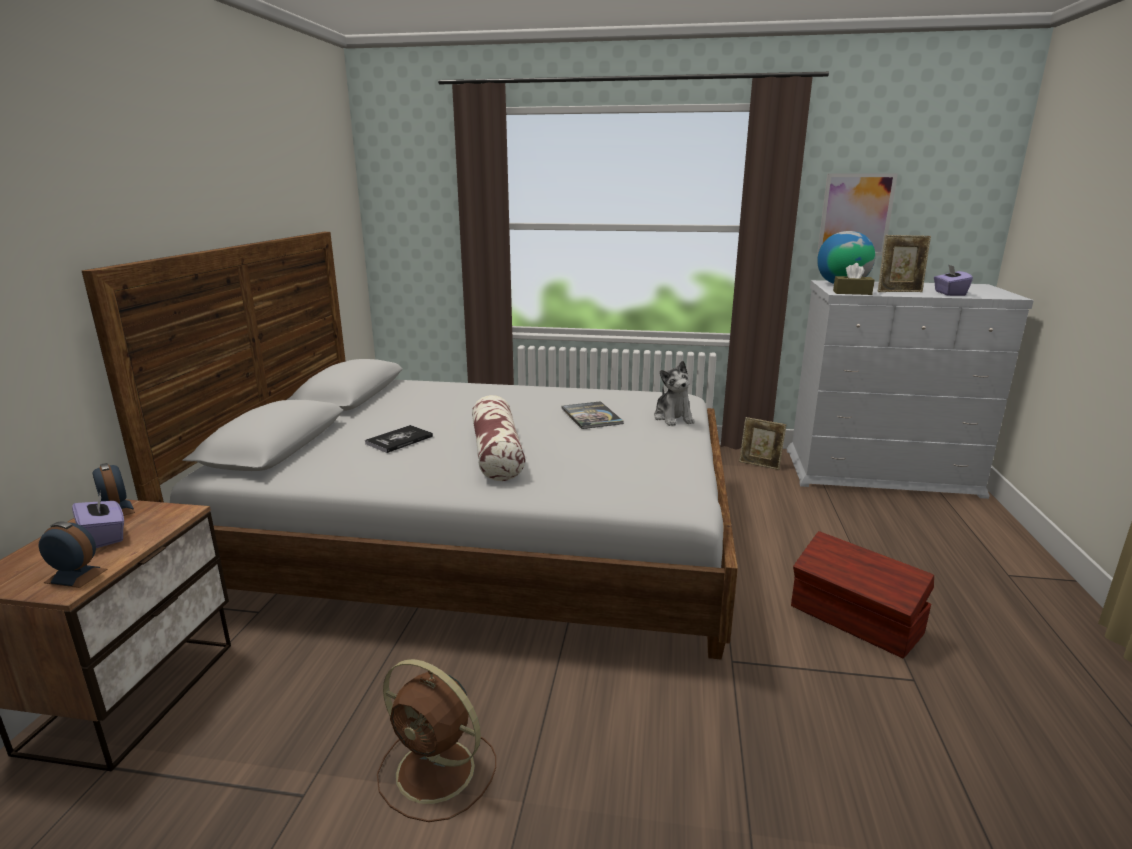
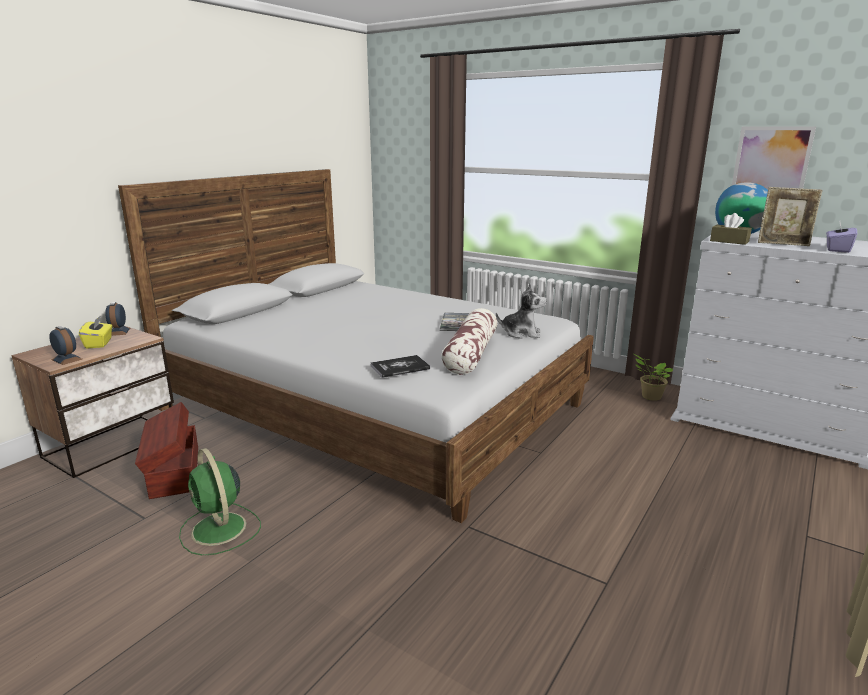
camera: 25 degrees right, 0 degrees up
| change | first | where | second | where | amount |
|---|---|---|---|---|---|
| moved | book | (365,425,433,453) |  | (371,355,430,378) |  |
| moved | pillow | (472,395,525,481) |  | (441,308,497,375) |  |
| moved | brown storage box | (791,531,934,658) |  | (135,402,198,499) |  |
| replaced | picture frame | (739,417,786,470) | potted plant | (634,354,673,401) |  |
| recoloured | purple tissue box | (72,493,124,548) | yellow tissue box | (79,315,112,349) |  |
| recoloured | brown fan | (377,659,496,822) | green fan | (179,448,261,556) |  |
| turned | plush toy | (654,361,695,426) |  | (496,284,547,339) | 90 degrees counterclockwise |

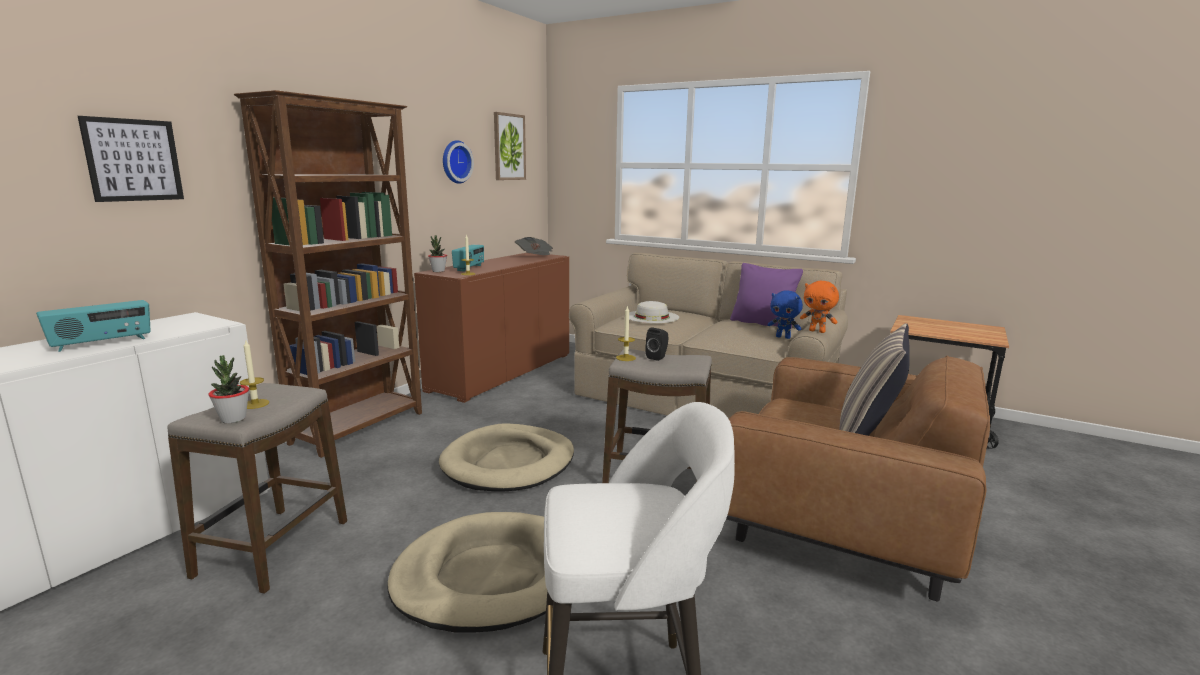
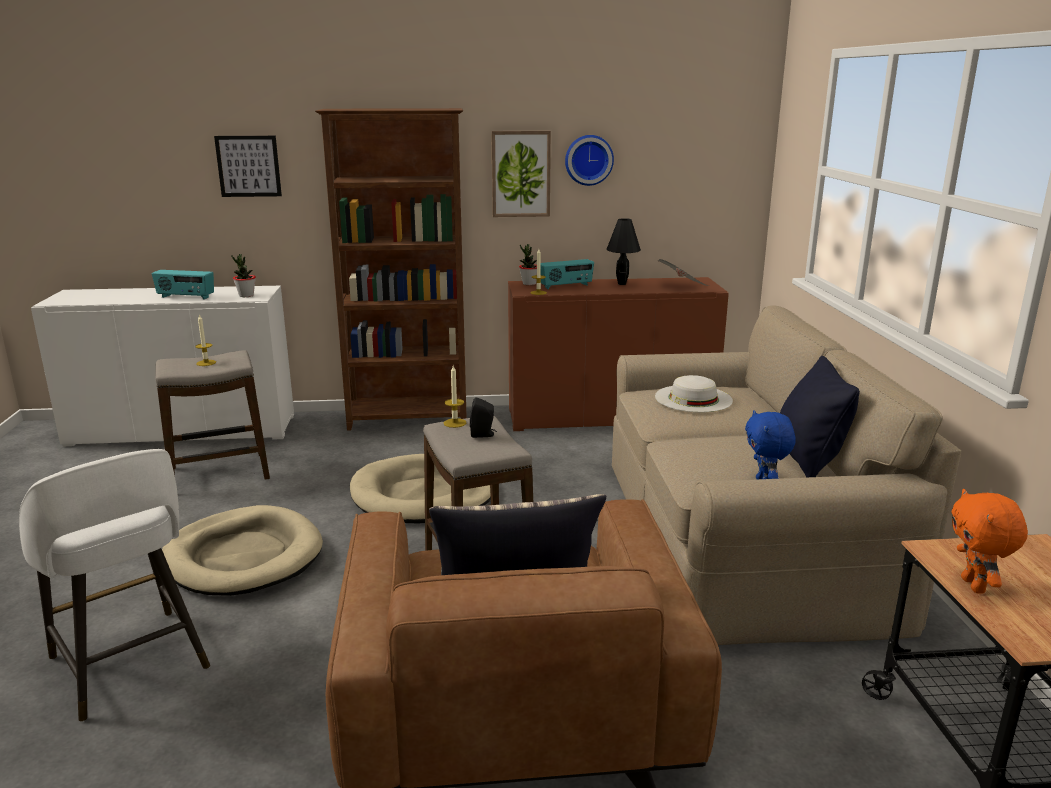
camera: 55 degrees right, 5 degrees up
| change | first | where | second | where | amount |
|---|---|---|---|---|---|
| added |  |  | black table lamp | (606,218,641,285) |  |
| moved | potted plant | (208,355,249,423) |  | (231,254,256,297) |  |
| moved | picture | (494,112,526,180) |  | (491,131,551,217) |  |
| moved | orange plush toy | (800,281,839,333) |  | (951,489,1028,594) |  |
| recoloured | purple pillow | (730,263,803,329) | black pillow | (780,356,860,478) |  |

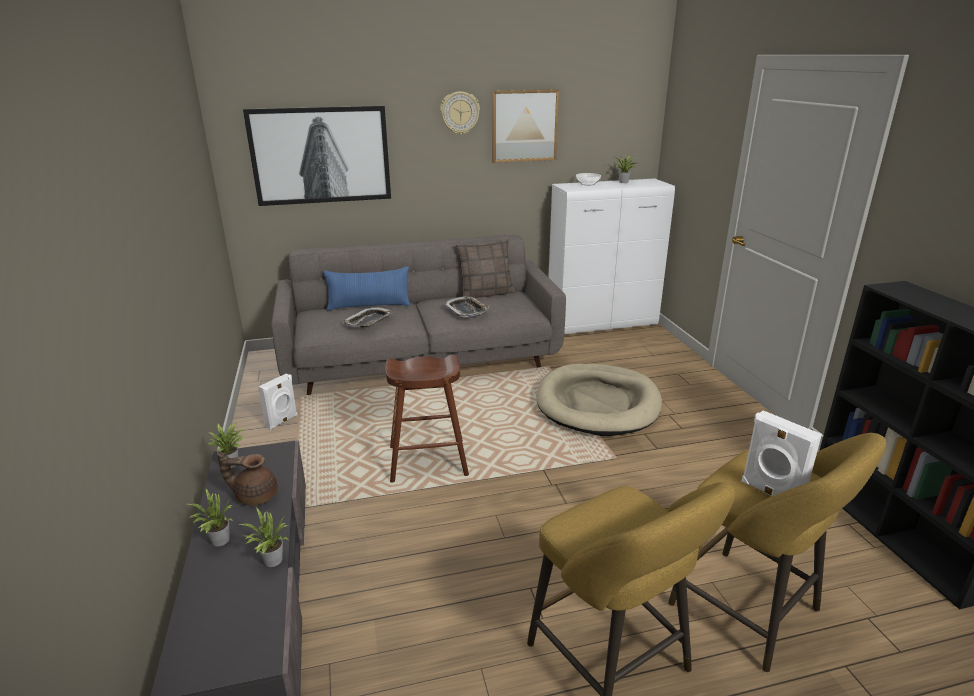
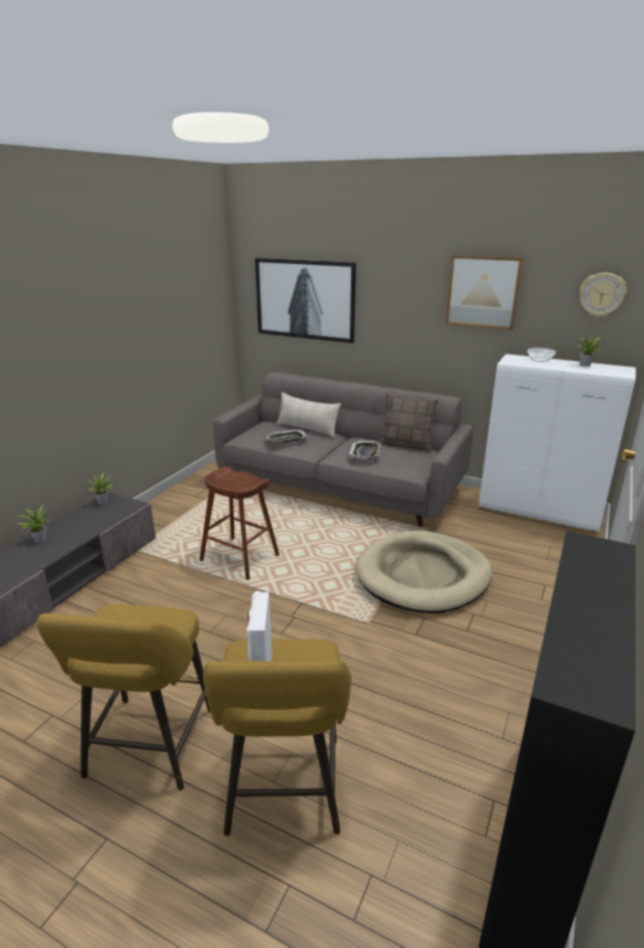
camera: 40 degrees right, 0 degrees up
| change | first | where | second | where | amount |
|---|---|---|---|---|---|
| removed | brown teapot | (217,451,278,506) |  |  |  |
| removed | potted plant | (239,507,288,567) |  |  |  |
| removed | white speaker | (258,374,298,430) |  |  |  |
| moved | wall clock | (440,91,480,135) |  | (580,273,627,317) |  |
| recoloured | blue pillow | (323,266,411,311) | beige pillow | (276,392,341,437) |  |

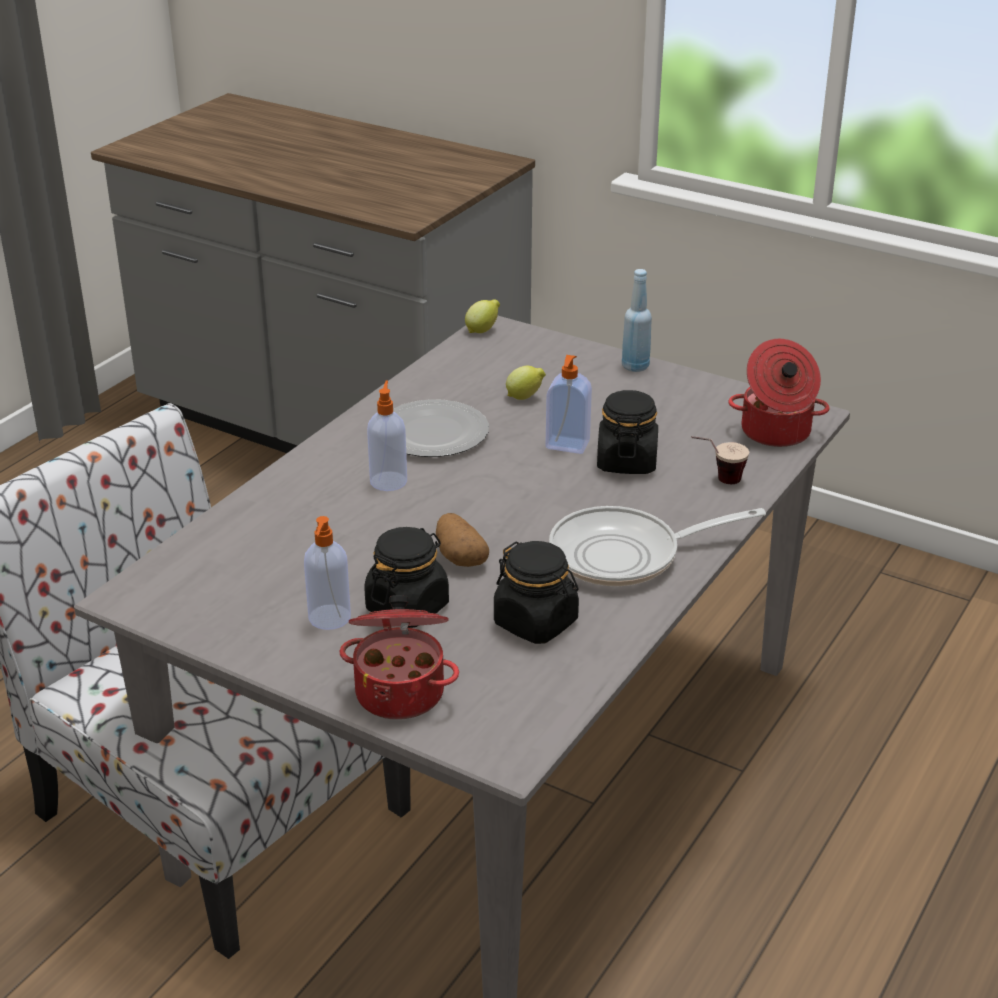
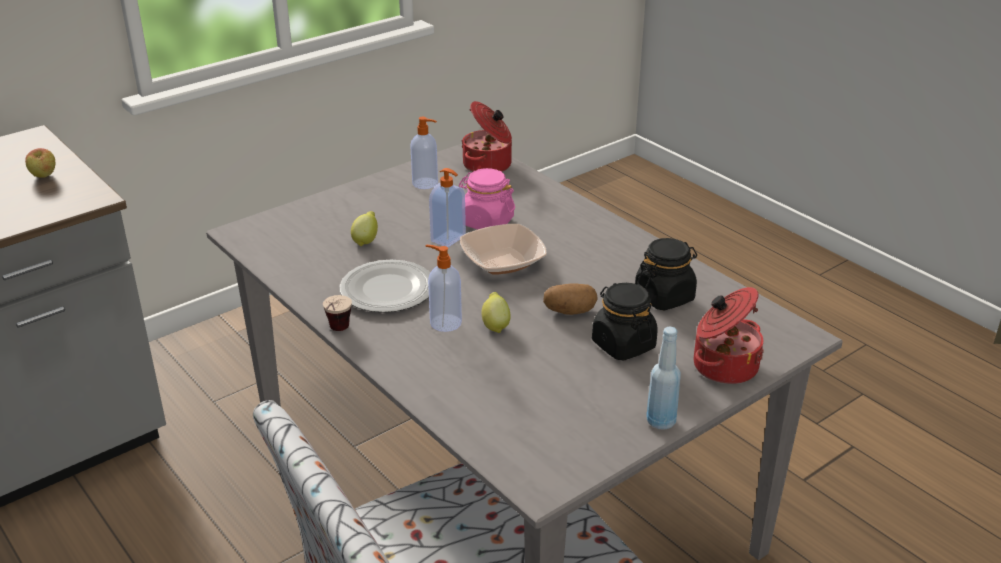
camera: 70 degrees left, 0 degrees up
| change | first | where | second | where | amount |
|---|---|---|---|---|---|
| removed | frying pan | (549,506,766,586) |  |  |  |
| added |  |  | apple | (25,148,55,178) |  |
| added |  |  | bowl | (460,224,547,275) |  |
| moved | soap dispenser | (304,516,351,630) |  | (410,117,438,189) |  |
| moved | lemon | (465,299,500,333) |  | (481,292,510,333) |  |
| moved | blue bottle | (622,269,652,372) |  | (646,327,681,430) |  |
| moved | cup | (691,436,749,484) |  | (323,295,352,331) |  |
| recoloured | black jar | (597,390,658,474) | pink jar | (459,168,515,230) |  |

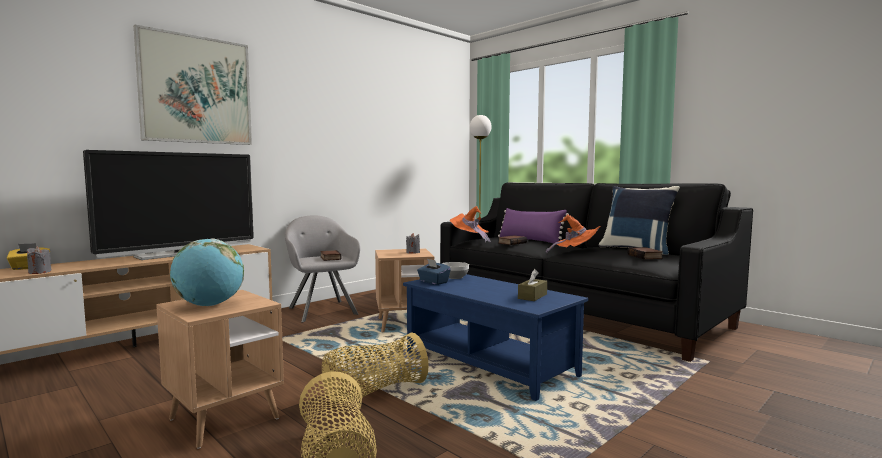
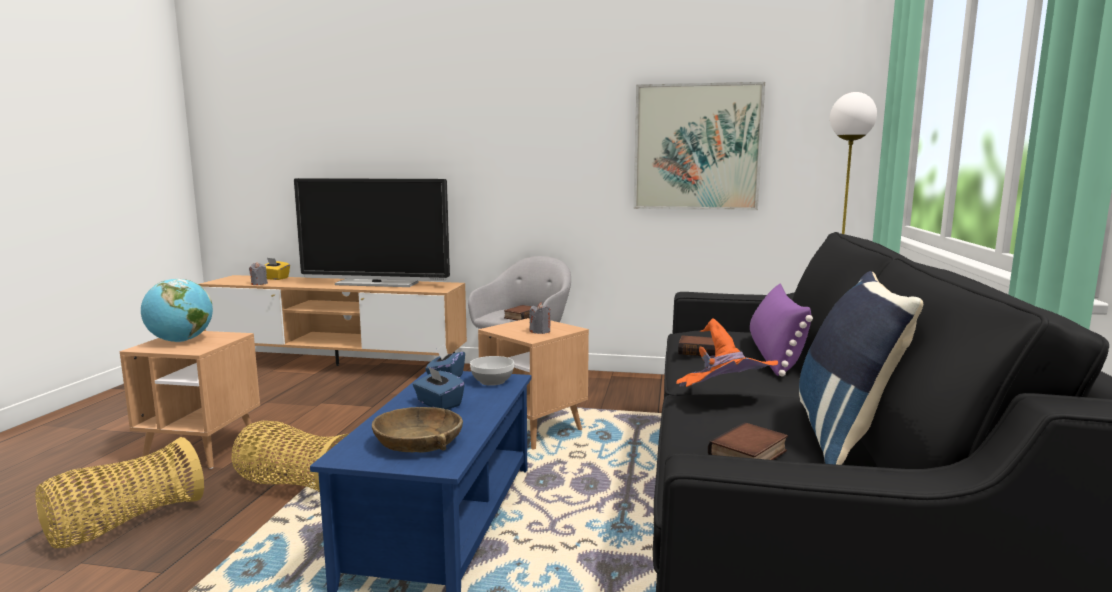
camera: 55 degrees right, 5 degrees up
| change | first | where | second | where | amount |
|---|---|---|---|---|---|
| removed | orange hat | (450,206,491,243) |  |  |  |
| added |  |  | blue tissue box | (413,367,465,410) |  |
| moved | picture | (134,25,252,145) |  | (634,82,765,210) |  |
| replaced | brown tissue box | (518,269,547,301) | brown bowl | (372,407,463,453) |  |

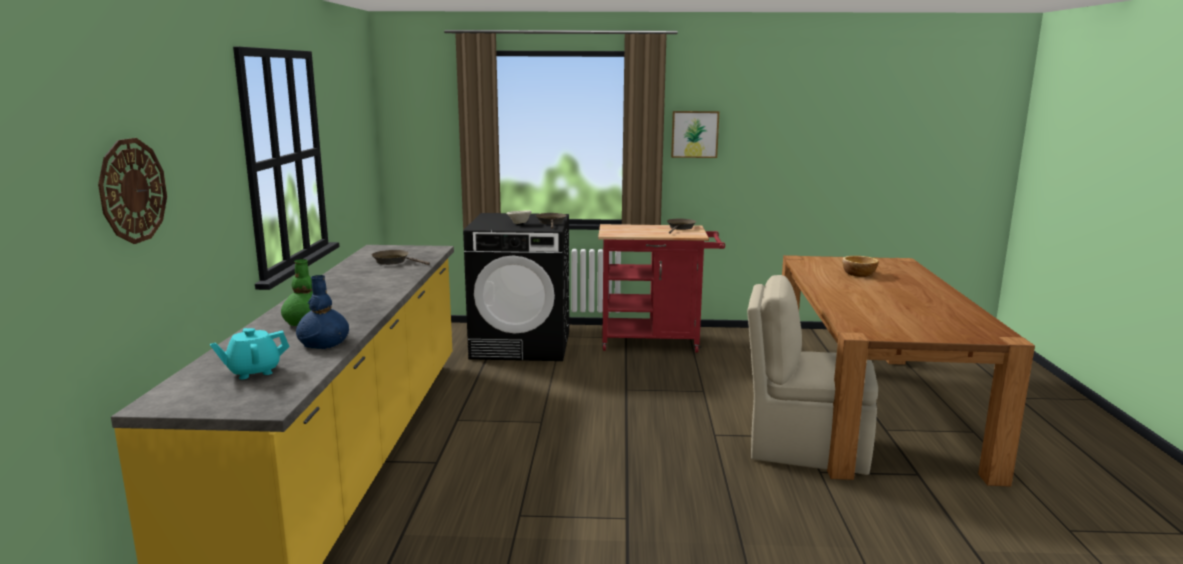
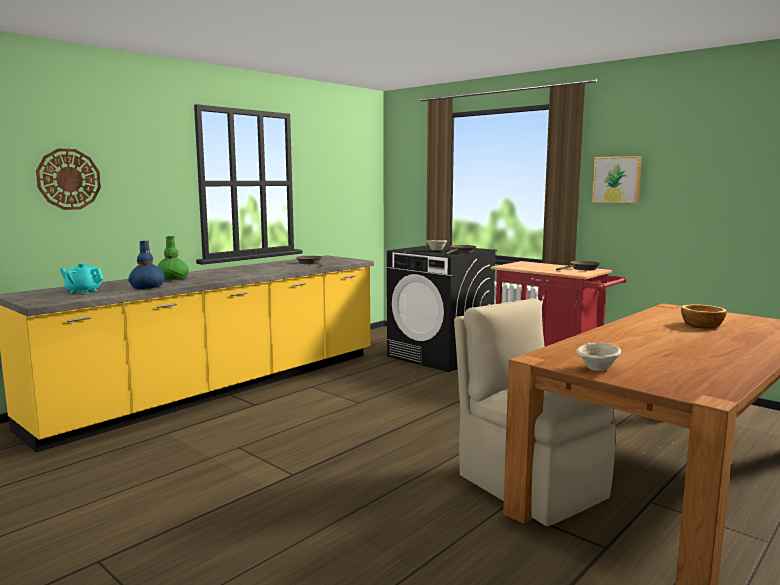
camera: 40 degrees right, 5 degrees down
| change | first | where | second | where | amount |
|---|---|---|---|---|---|
| added |  |  | beige bowl | (576,343,621,371) |  |

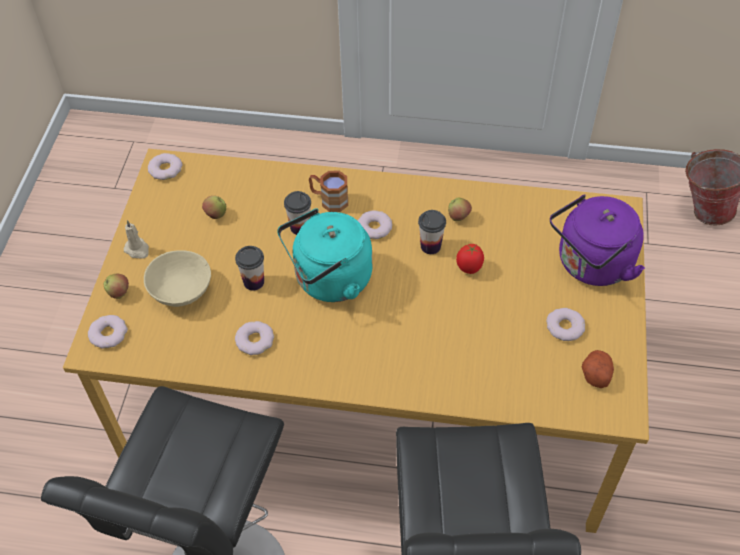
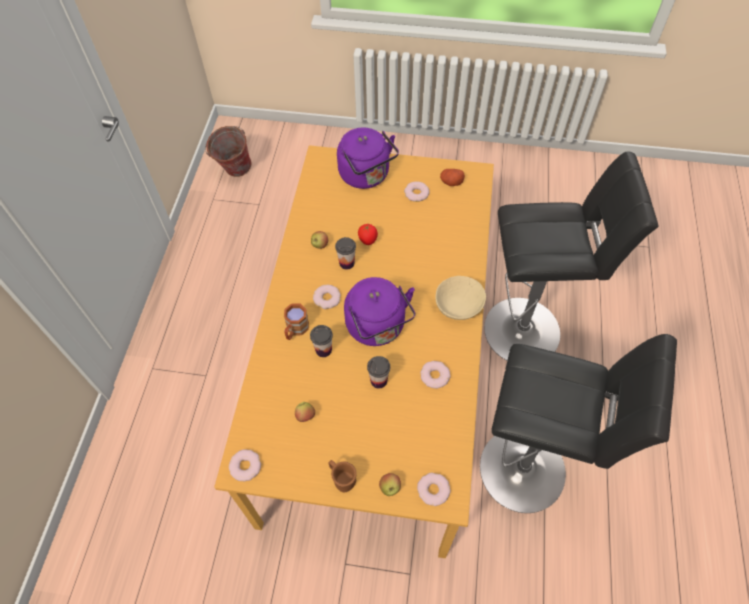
camera: 90 degrees left, 5 degrees up
| change | first | where | second | where | amount |
|---|---|---|---|---|---|
| moved | beige bowl | (144,250,211,307) |  | (436,276,486,320) |  |
| replaced | beige candle | (124,220,149,259) | brown mug | (328,460,357,492) |  |
| recoloured | turquoise kettle | (277,208,372,302) | purple kettle | (344,277,415,346) |  |

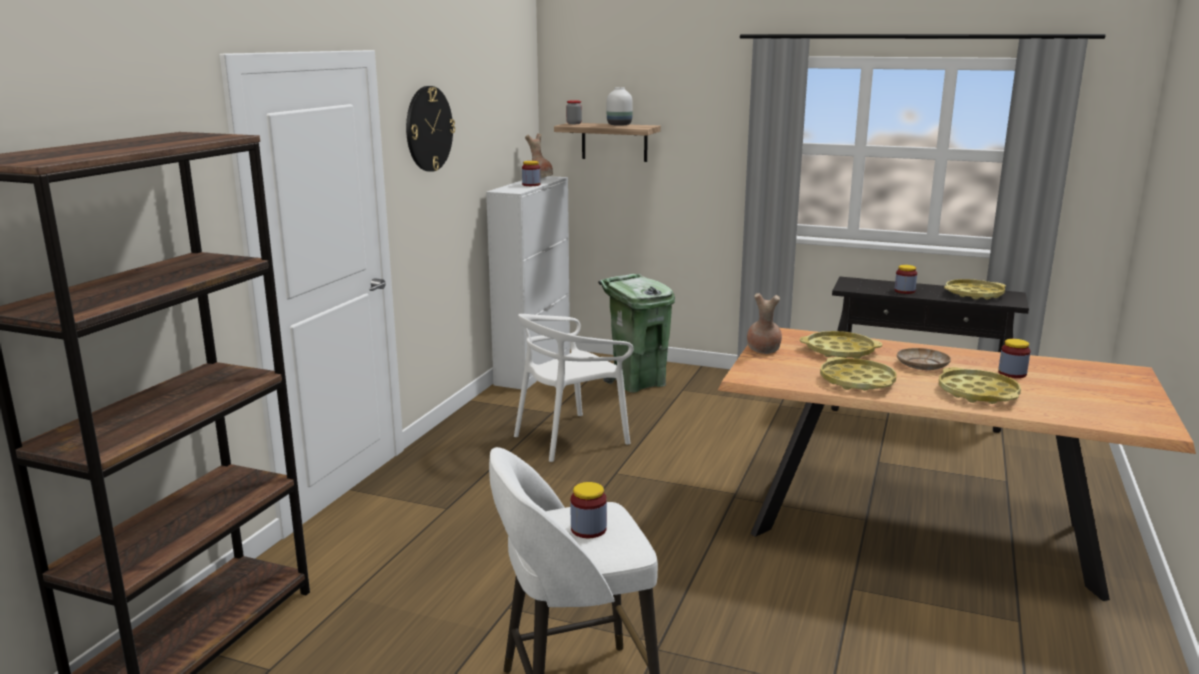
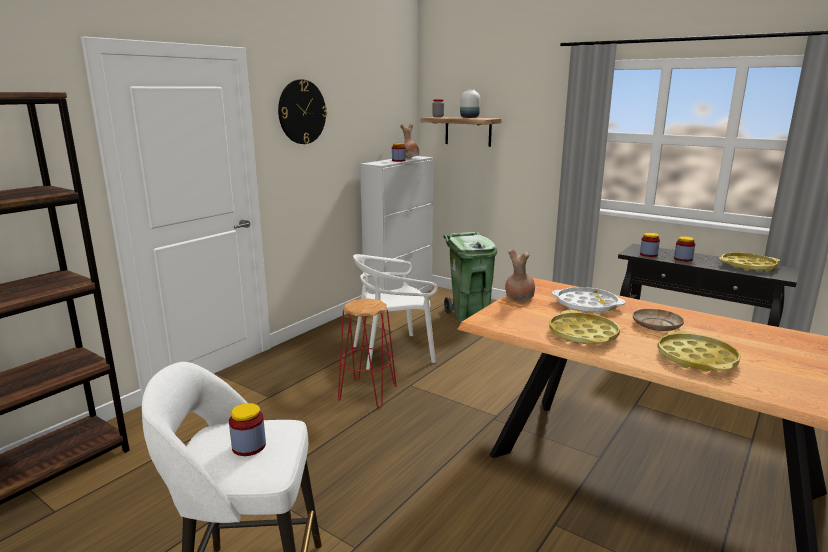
camera: 15 degrees right, 0 degrees up
| change | first | where | second | where | amount |
|---|---|---|---|---|---|
| added |  |  | red stool | (338,298,397,408) |  |
| moved | jar | (998,339,1030,378) |  | (640,233,660,257) |  |
| recoloured | yellow tray | (800,331,882,359) | white tray | (552,287,625,314) |  |

